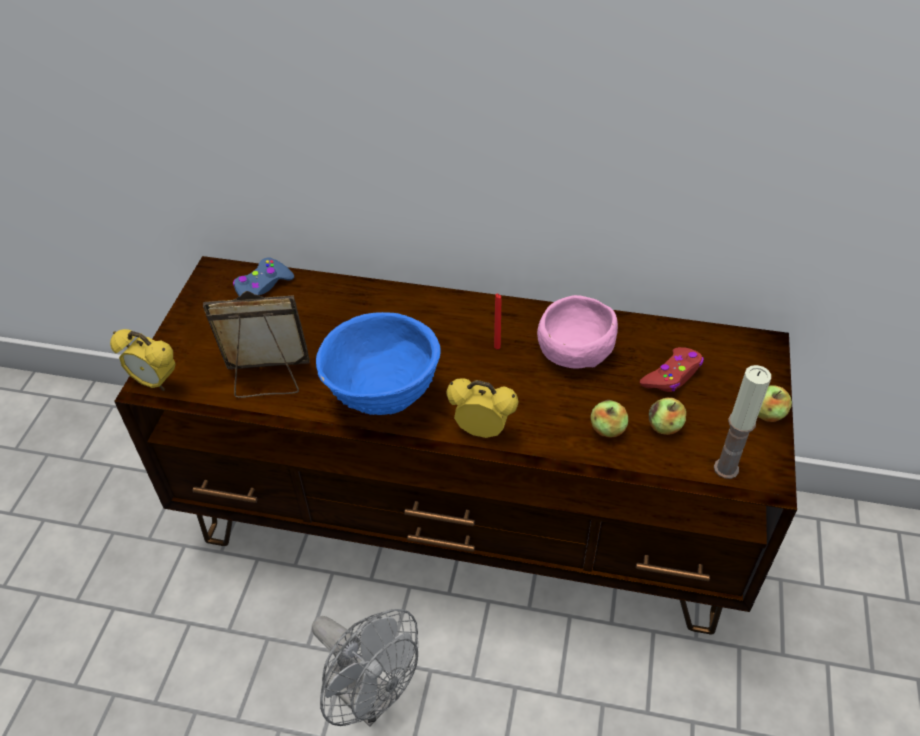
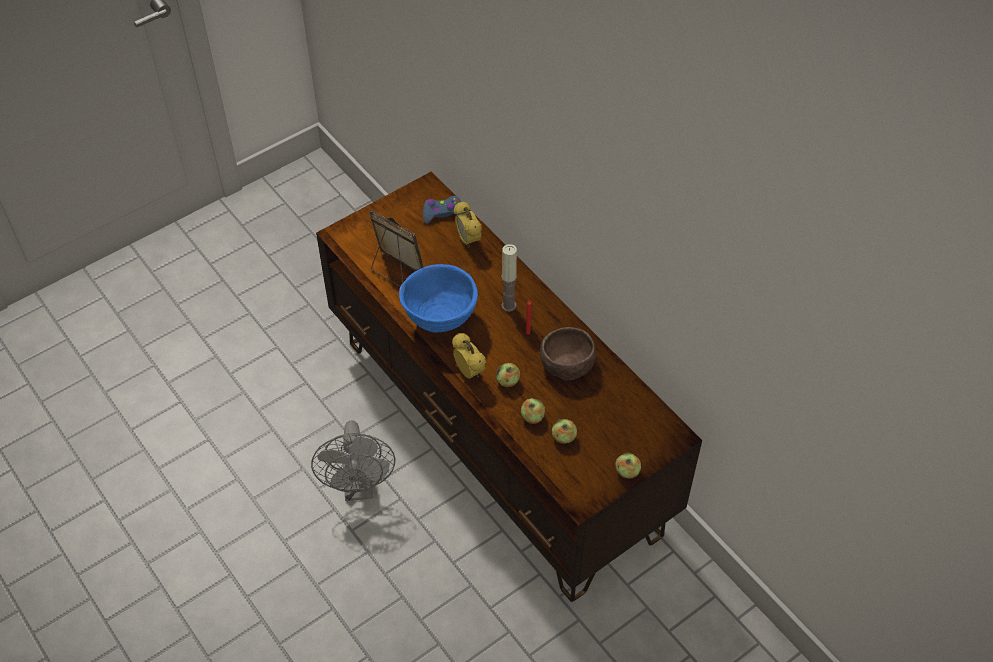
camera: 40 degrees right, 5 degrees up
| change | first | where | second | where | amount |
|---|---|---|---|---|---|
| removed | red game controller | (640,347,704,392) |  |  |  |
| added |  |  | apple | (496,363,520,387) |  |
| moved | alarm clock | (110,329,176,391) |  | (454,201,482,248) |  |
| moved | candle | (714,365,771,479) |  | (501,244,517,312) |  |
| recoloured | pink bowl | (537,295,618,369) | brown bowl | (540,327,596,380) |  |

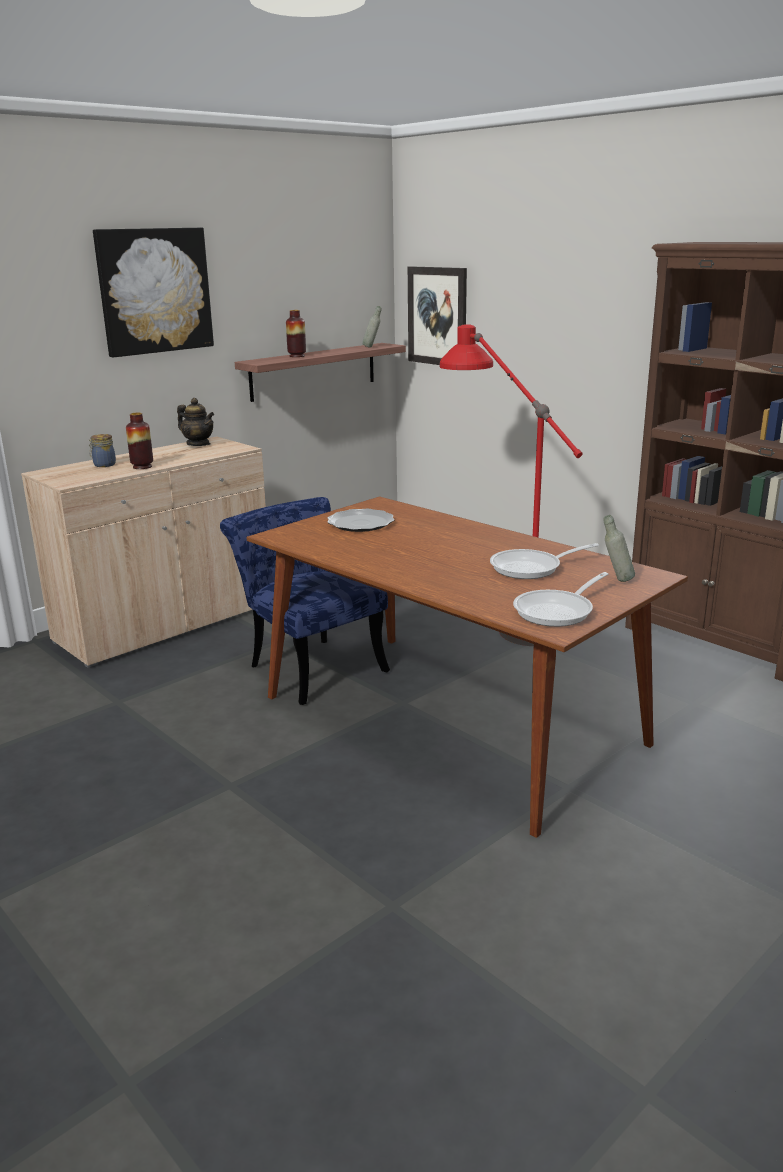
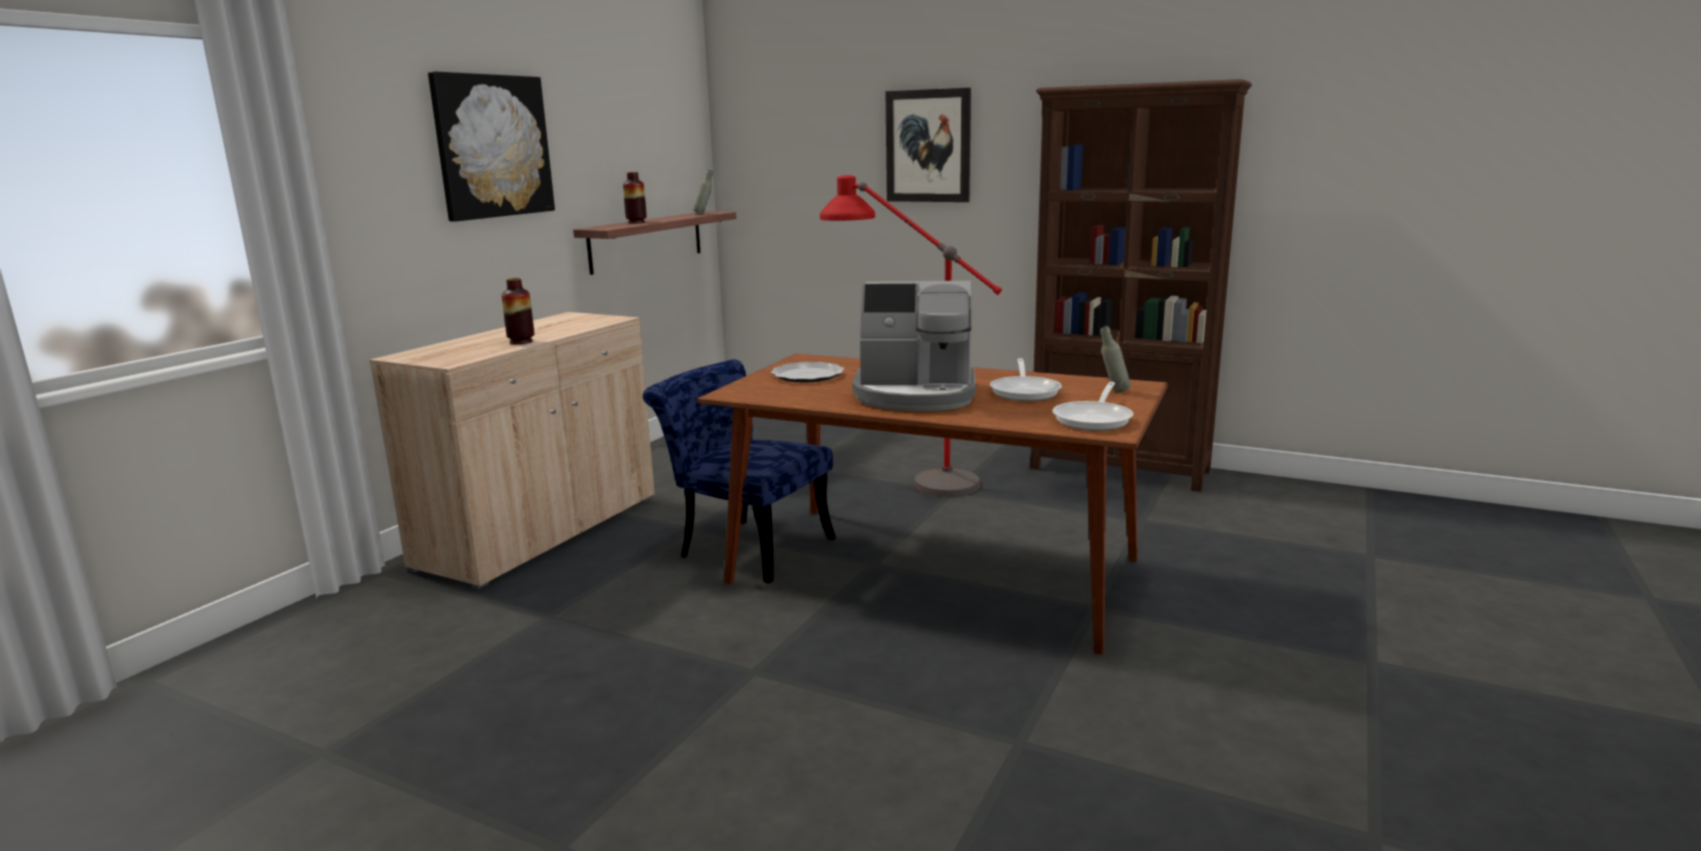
camera: 20 degrees left, 5 degrees down
| change | first | where | second | where | amount |
|---|---|---|---|---|---|
| removed | jar | (88,434,116,467) |  |  |  |
| removed | teapot | (177,398,214,446) |  |  |  |
| added |  |  | coffee machine | (852,281,976,411) |  |
| moved | picture | (408,266,467,365) |  | (886,88,971,202) |  |
| turned | frying pan | (490,543,599,579) |  | (990,358,1062,401) | 45 degrees counterclockwise |

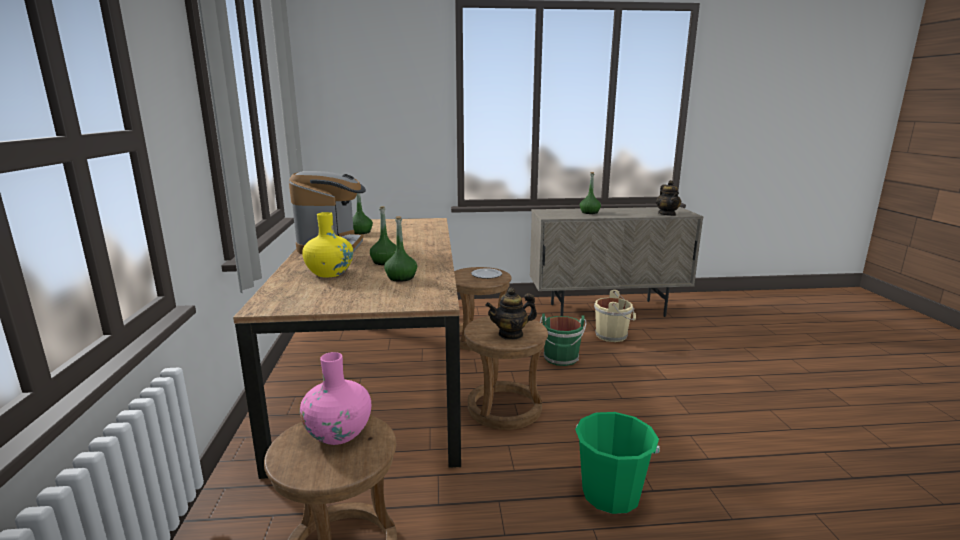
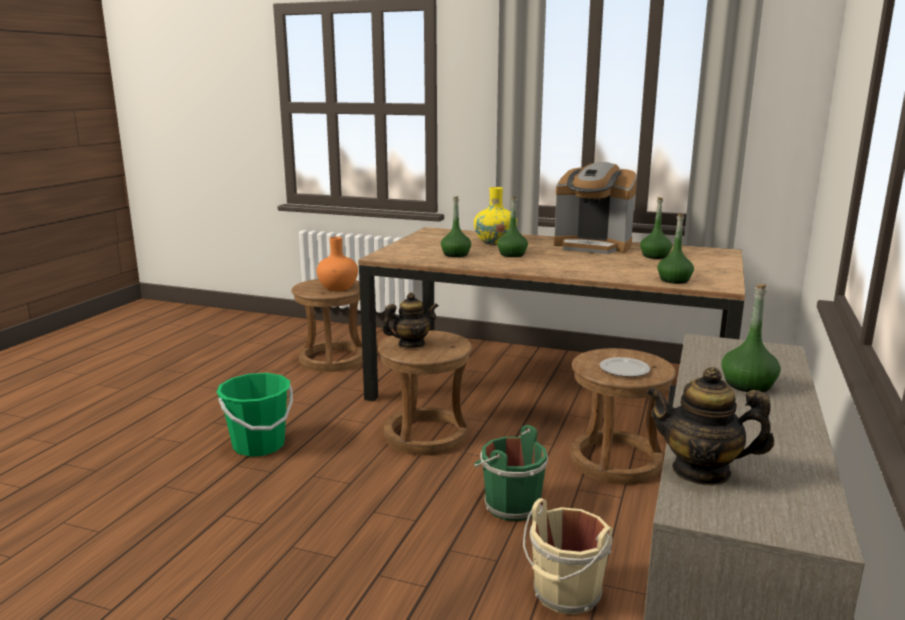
camera: 115 degrees right, 0 degrees up
| change | first | where | second | where | amount |
|---|---|---|---|---|---|
| added |  |  | green bottle | (657,214,694,284) |  |
| recoloured | pink vase | (300,352,371,445) | orange vase | (316,237,358,291) |  |
| turned | teapot | (485,288,537,340) |  | (382,292,438,348) | 60 degrees clockwise |

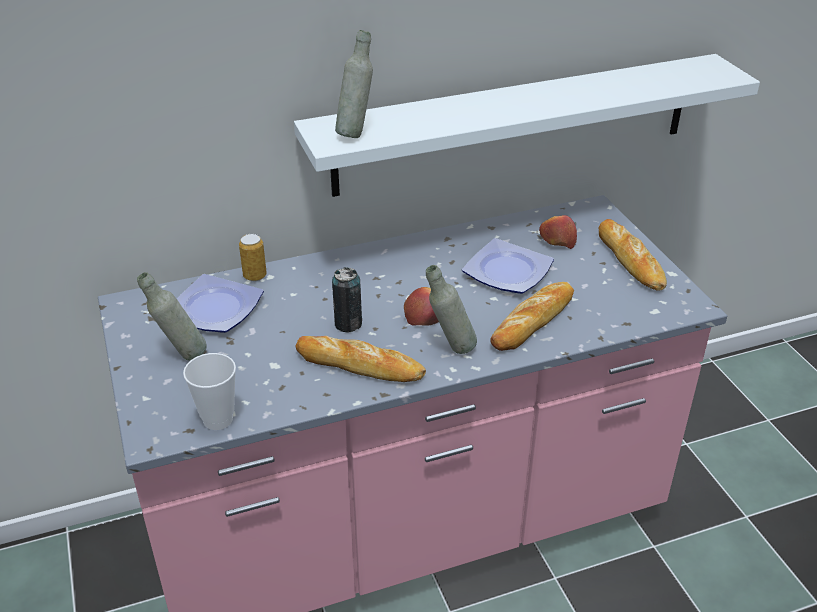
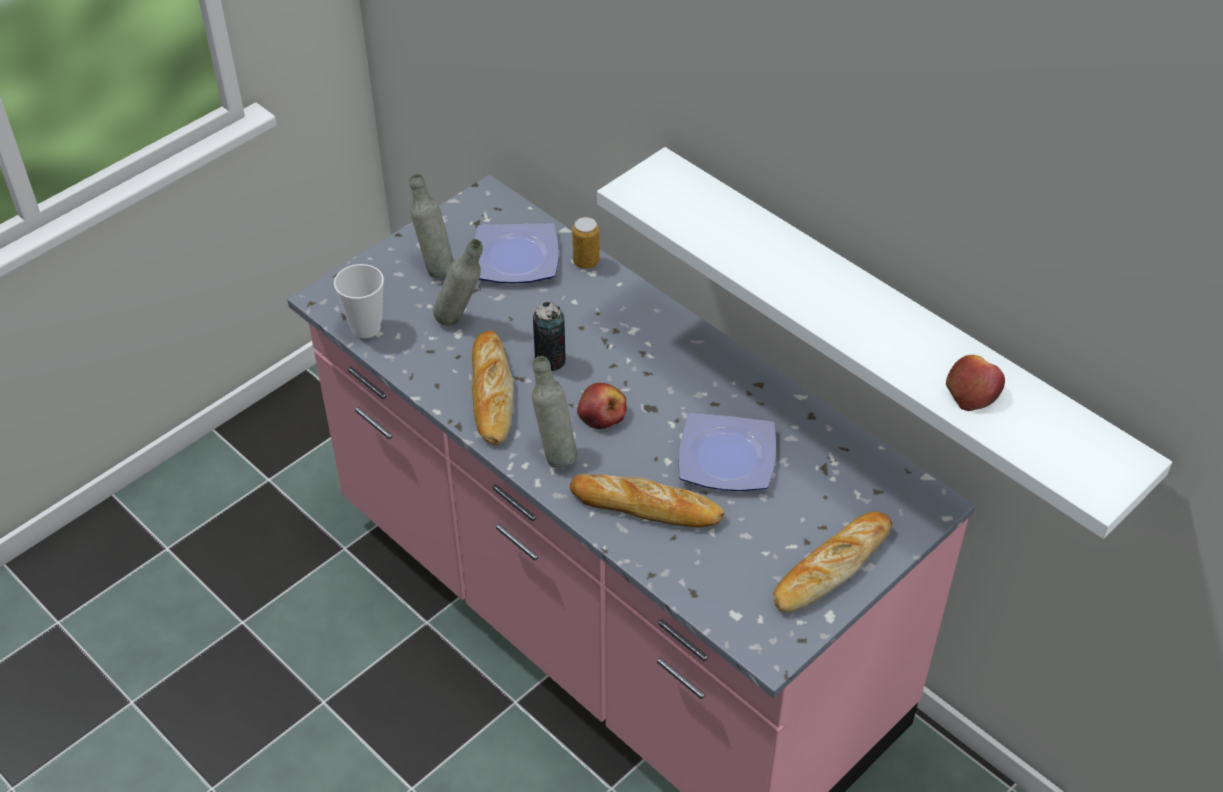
camera: 65 degrees right, 10 degrees up
| change | first | where | second | where | amount |
|---|---|---|---|---|---|
| moved | grey bottle | (335,30,373,138) |  | (433,239,483,326) |  |
| moved | apple | (539,215,577,249) |  | (946,355,1005,411) |  |

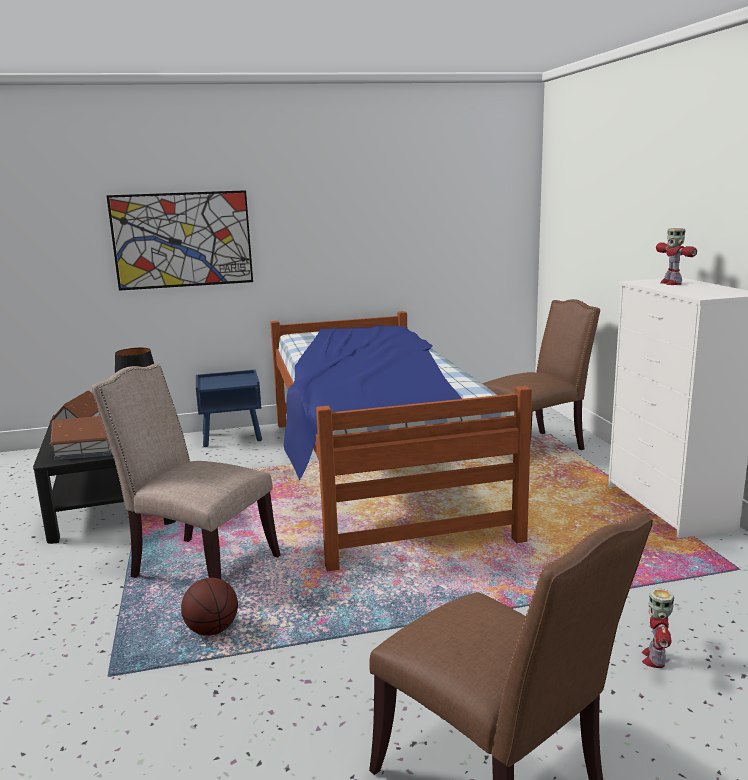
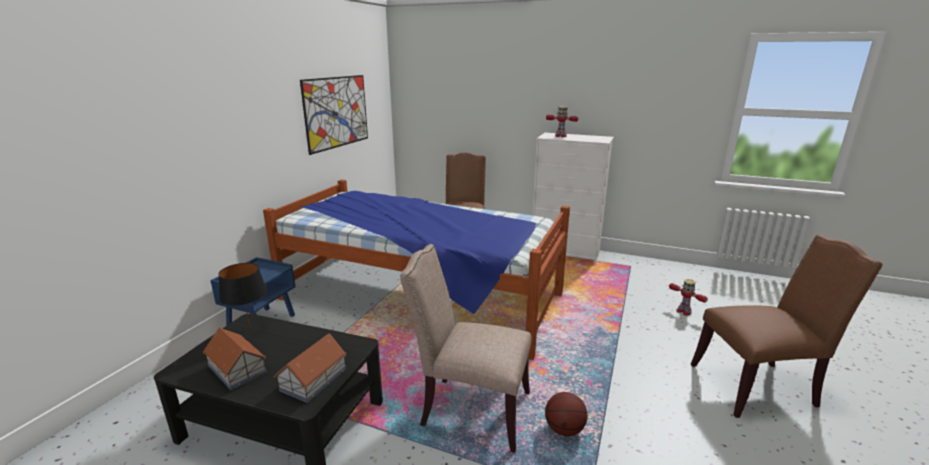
camera: 55 degrees left, 5 degrees up
| change | first | where | second | where | amount |
|---|---|---|---|---|---|
| moved | picture | (106,190,253,291) |  | (300,75,368,155) |  |
| turned | beige chair | (92,363,281,579) |  | (400,244,531,453) | 45 degrees clockwise |

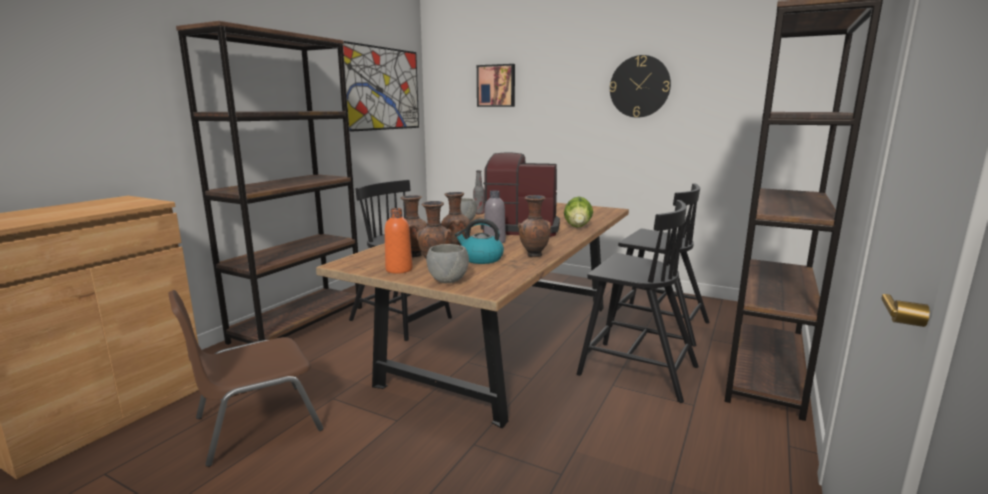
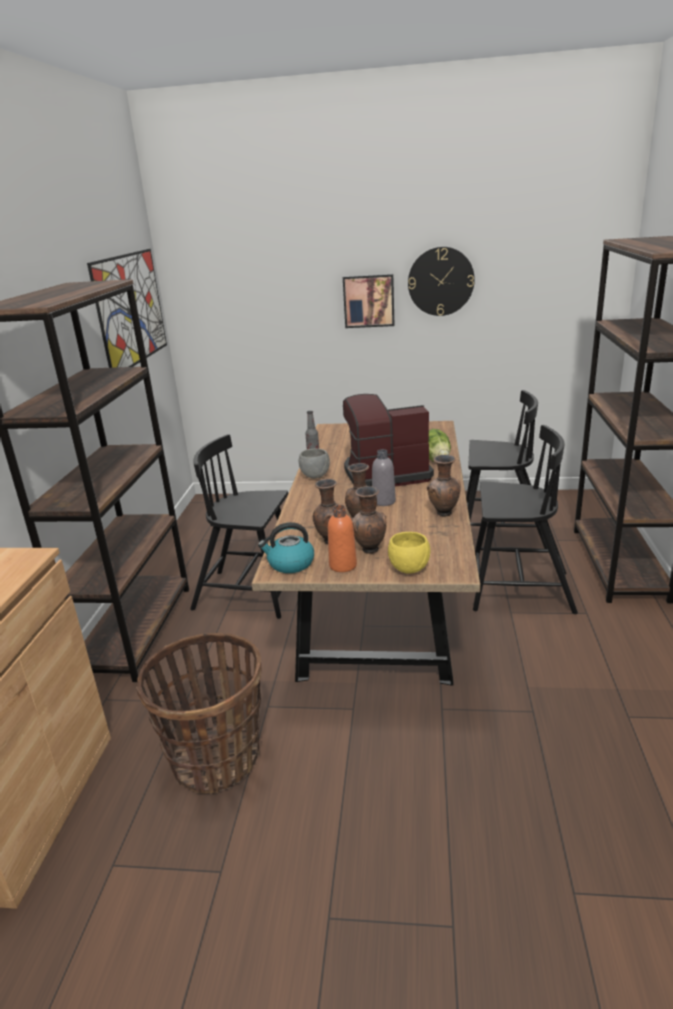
camera: 20 degrees left, 10 degrees up
| change | first | where | second | where | amount |
|---|---|---|---|---|---|
| moved | kettle | (455,219,504,264) |  | (258,522,314,573) |  |
| moved | picture | (477,64,515,107) |  | (343,274,394,328) |  |
| replaced | brown chair | (168,290,323,467) | basket | (136,633,262,794) |  |
| recoloured | grey bowl | (426,244,469,283) | yellow bowl | (388,532,430,574) |  |

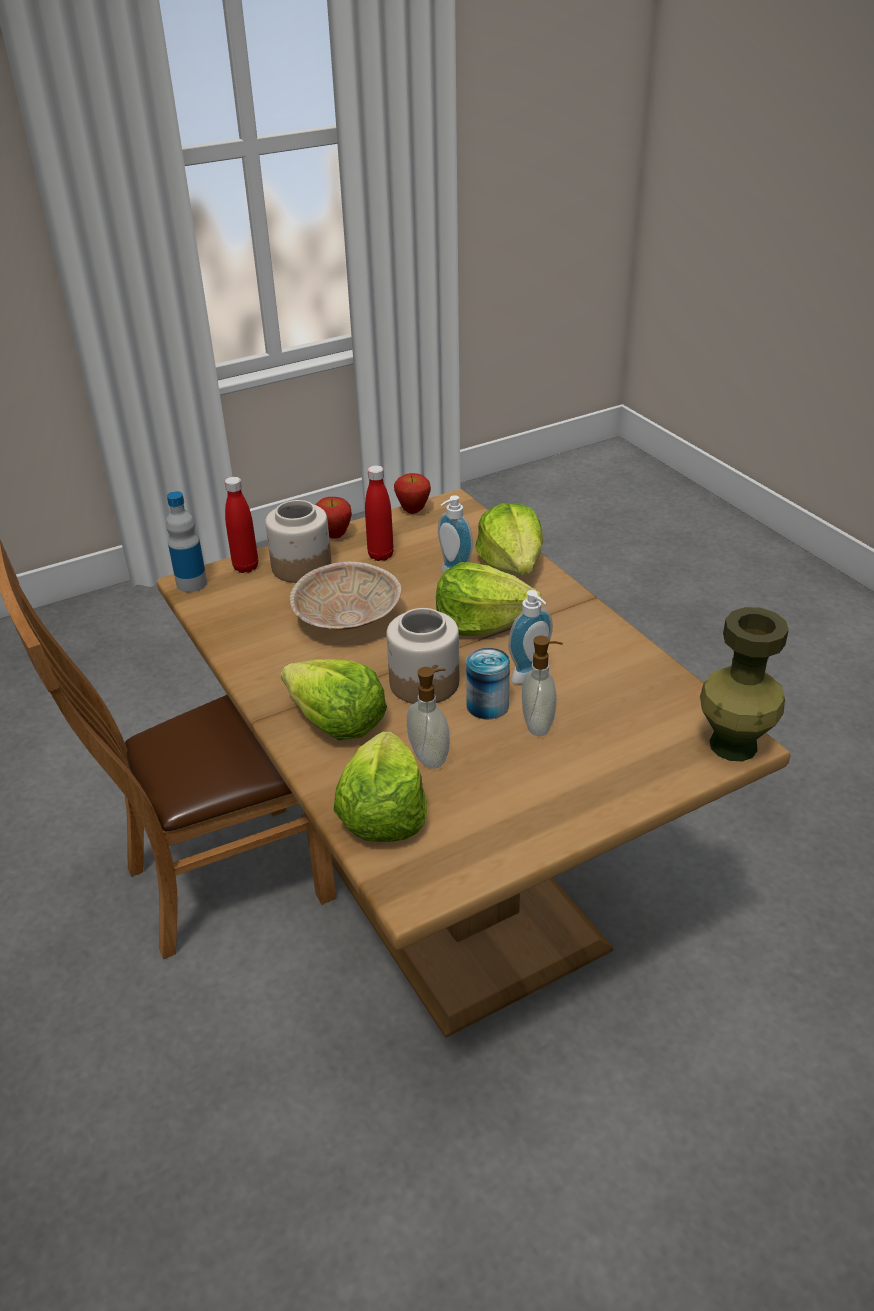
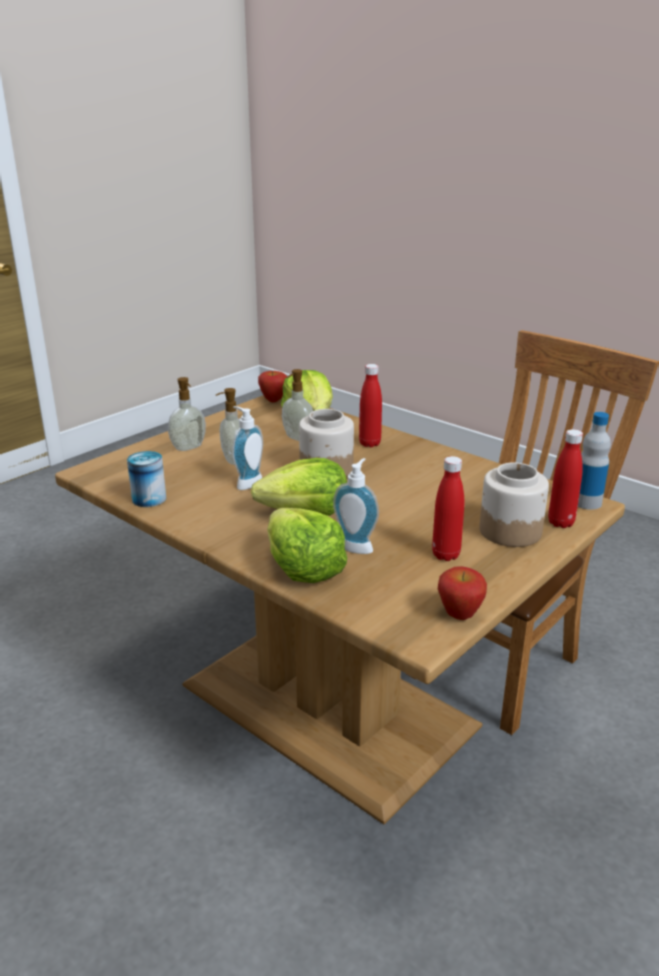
camera: 160 degrees right, 10 degrees down
| change | first | where | second | where | amount |
|---|---|---|---|---|---|
| removed | beige bowl | (289,561,402,630) |  |  |  |
| removed | green vase | (700,607,789,761) |  |  |  |
| added |  |  | soap dispenser | (168,377,206,451) |  |
| moved | apple | (315,497,352,539) |  | (258,371,287,402) |  |
| moved | can | (466,648,510,720) |  | (127,451,166,507) |  |
| replaced | lettuce | (281,659,387,741) | red bottle | (359,364,382,447) |  |

